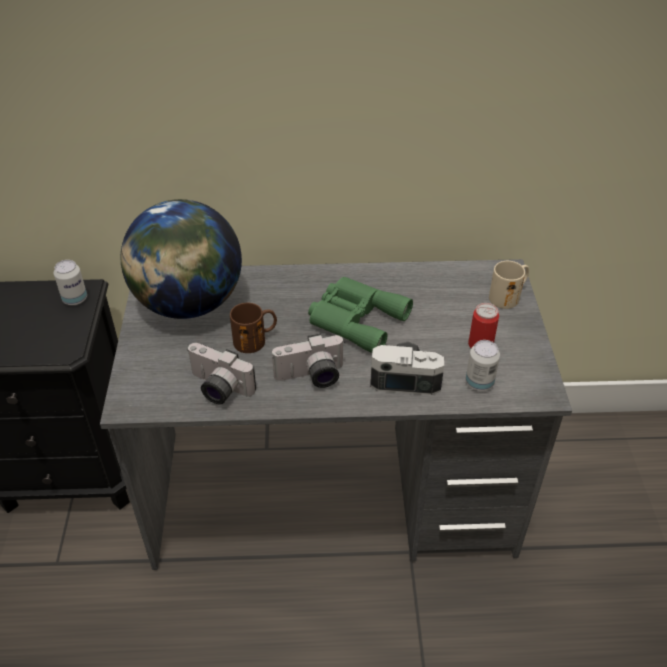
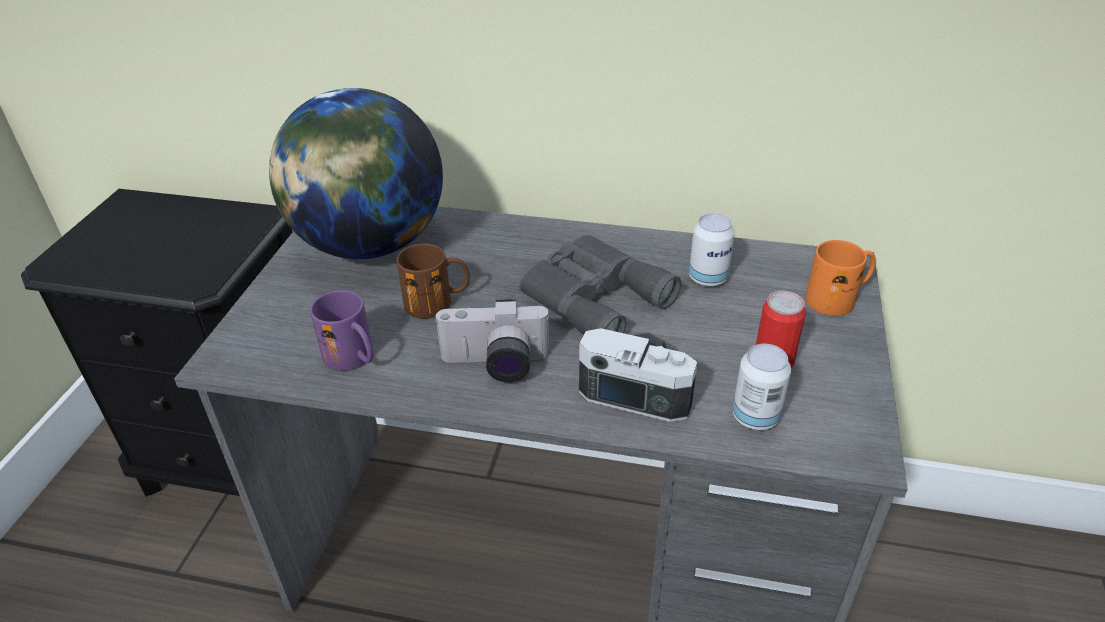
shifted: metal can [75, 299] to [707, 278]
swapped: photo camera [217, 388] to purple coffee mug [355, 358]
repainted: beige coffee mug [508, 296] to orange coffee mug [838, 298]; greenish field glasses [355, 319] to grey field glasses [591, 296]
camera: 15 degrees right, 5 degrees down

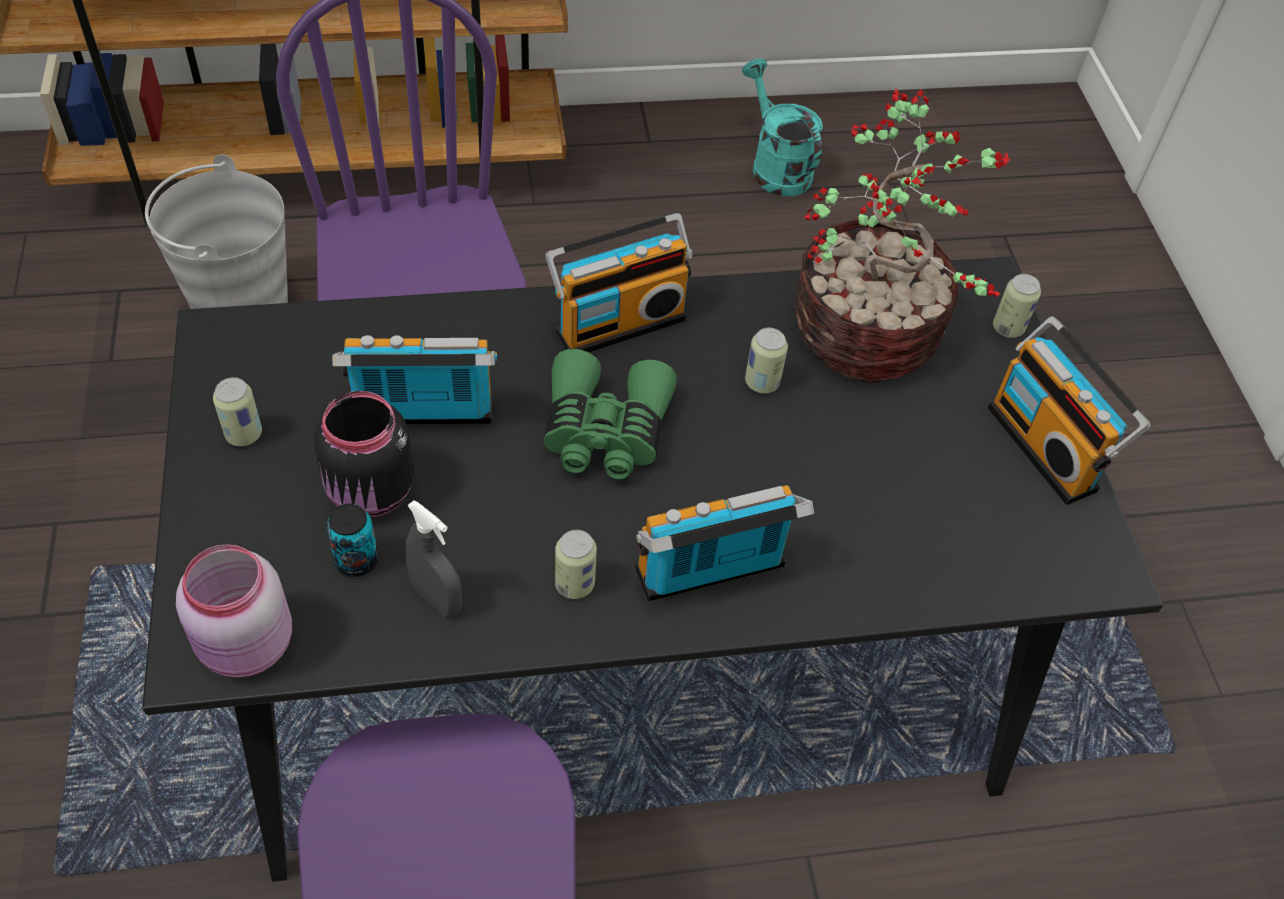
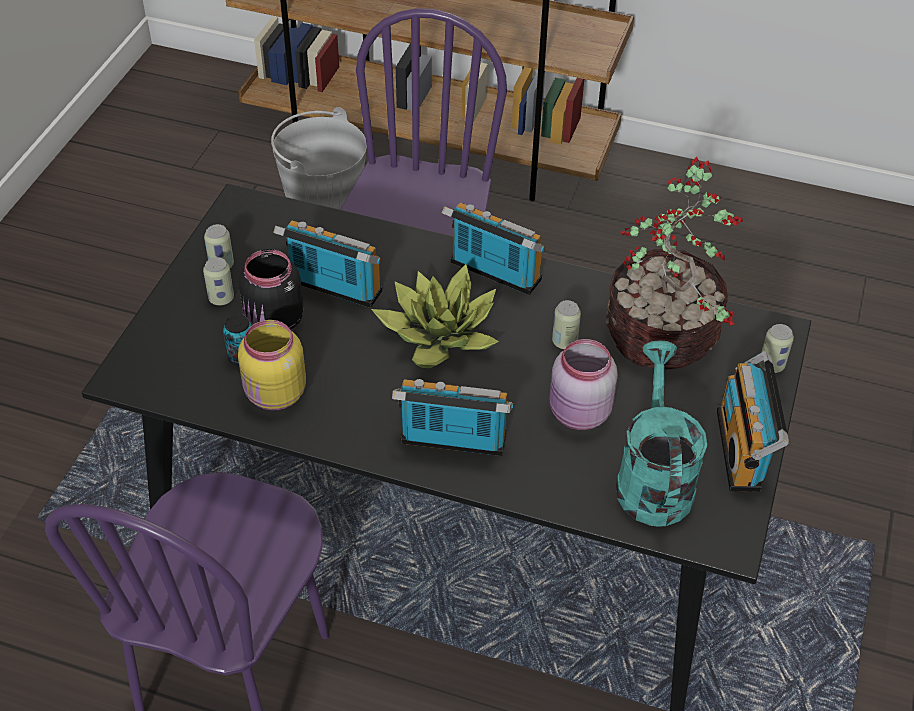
shifted: turquoise-coloured watering can [775, 166] to [652, 477]; metal can [574, 584] to [221, 298]; pink-coloured storage jar [246, 647] to [578, 414]
swapped: greenish field glasses [605, 431] to potted plant [439, 336]; grey sprayer [437, 599] to yellow storage jar [275, 395]
rotated: radio set [618, 322] = [492, 274] 150 degrees counterclockwise
camera: 30 degrees right, 5 degrees down

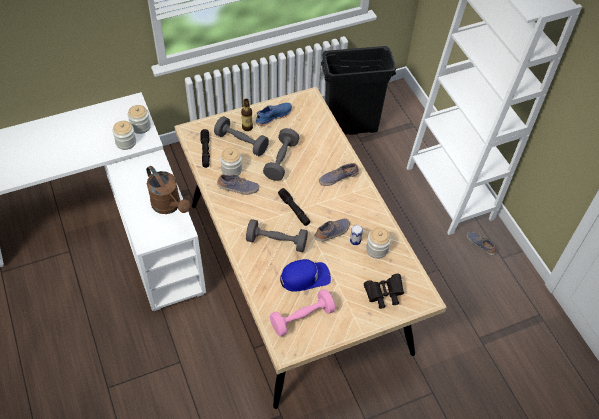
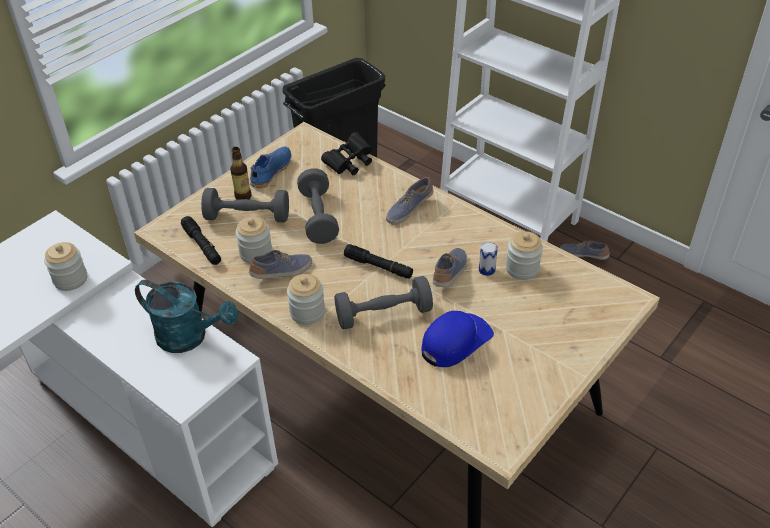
gone: pink-coloured free weight [302, 318]
shifted: storage jar [140, 126] to [307, 312]; black field glasses [384, 295] to [350, 163]
repainted: brownish watering can [169, 206] to turquoise-coloured watering can [190, 337]
camera: 25 degrees left, 10 degrees down

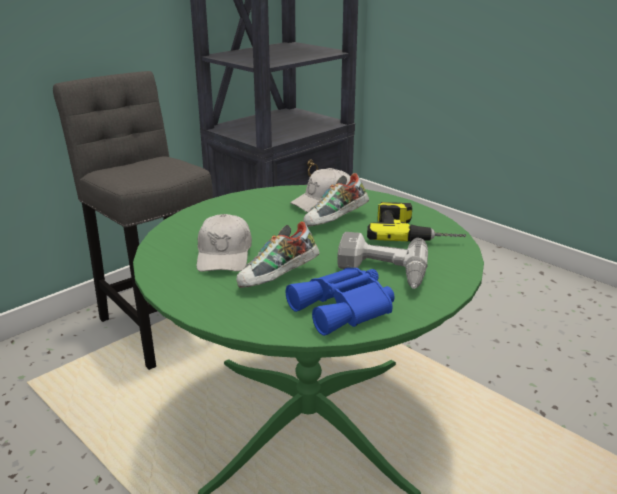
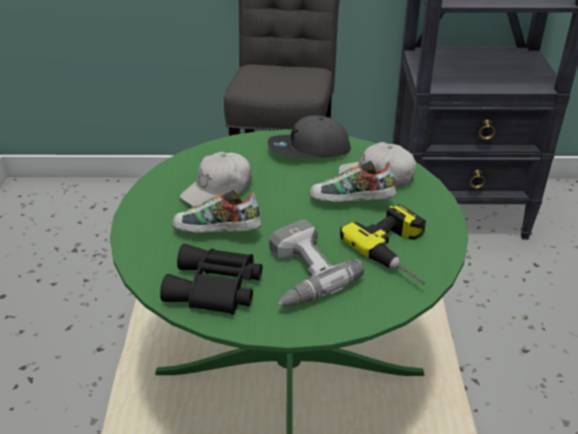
new: grey baseball cap [308, 150]
repainted: bluish field glasses [344, 309] to black field glasses [215, 289]
camera: 45 degrees right, 10 degrees up

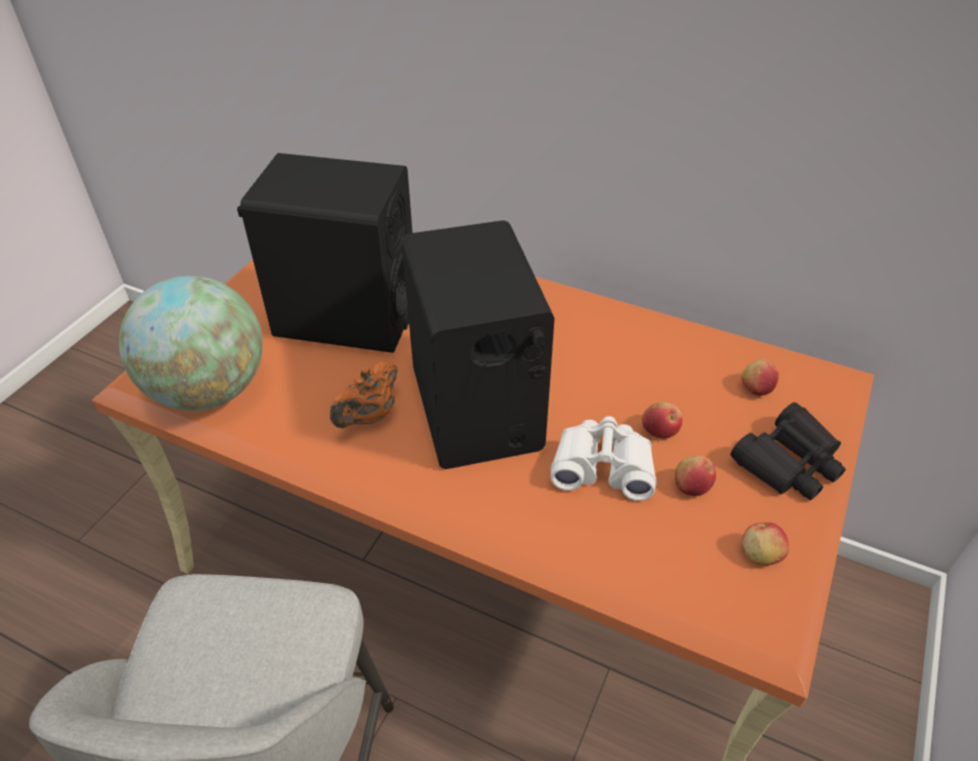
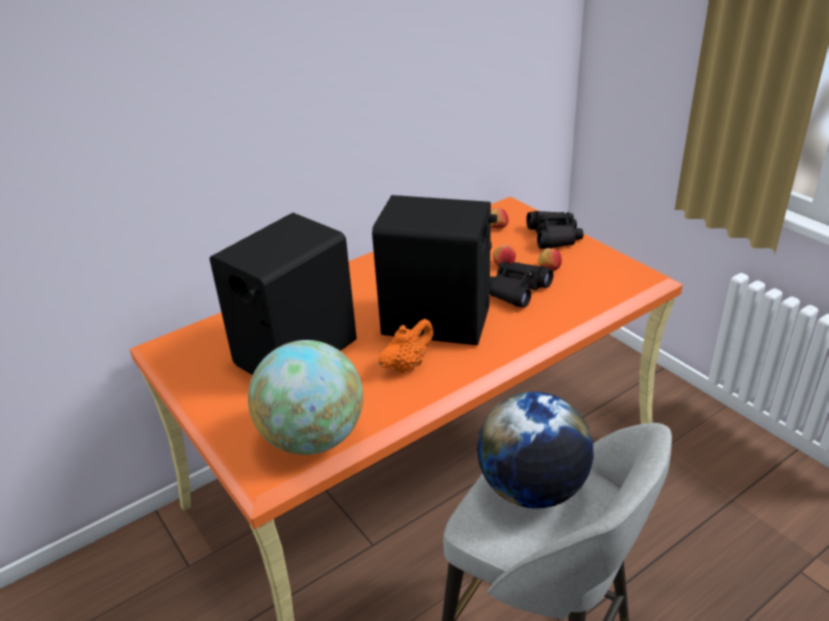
gone: whole apple [760, 554]
new: world globe [532, 489]
repainted: white-coloured field glasses [603, 467] to black field glasses [517, 290]
rotated: orange teapot [369, 416] = [406, 365] 105 degrees counterclockwise
camera: 60 degrees left, 10 degrees down

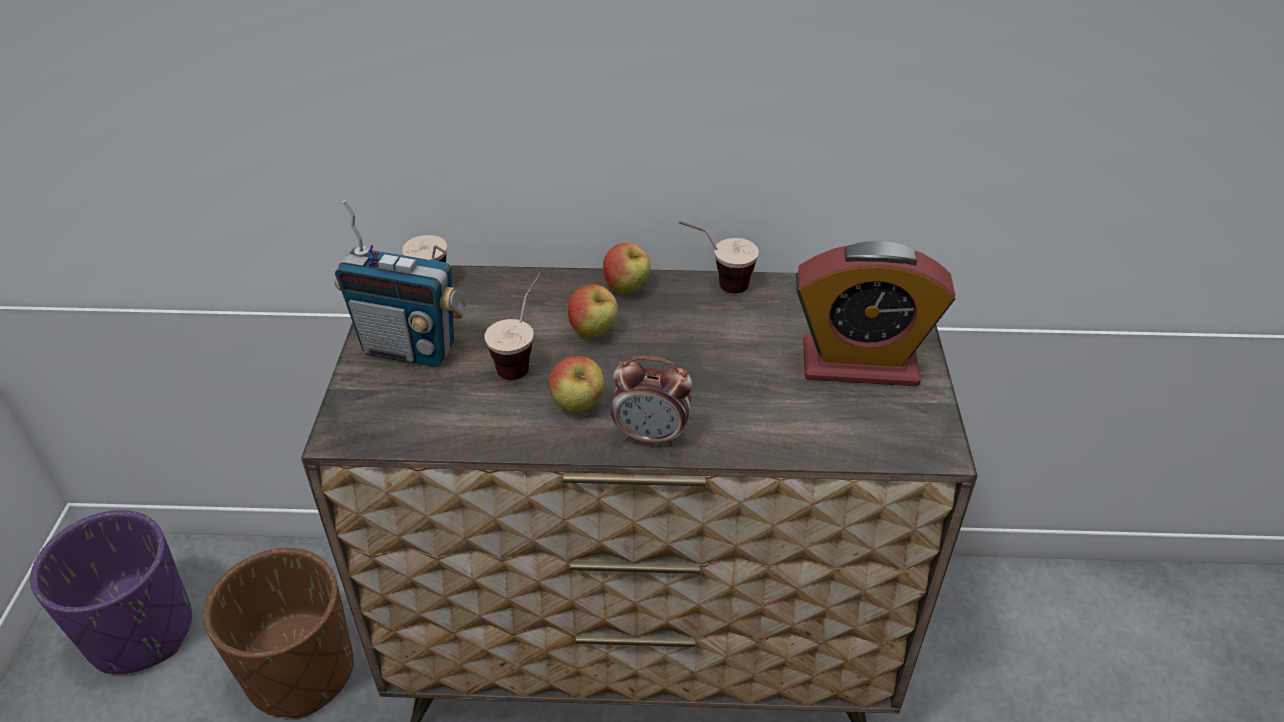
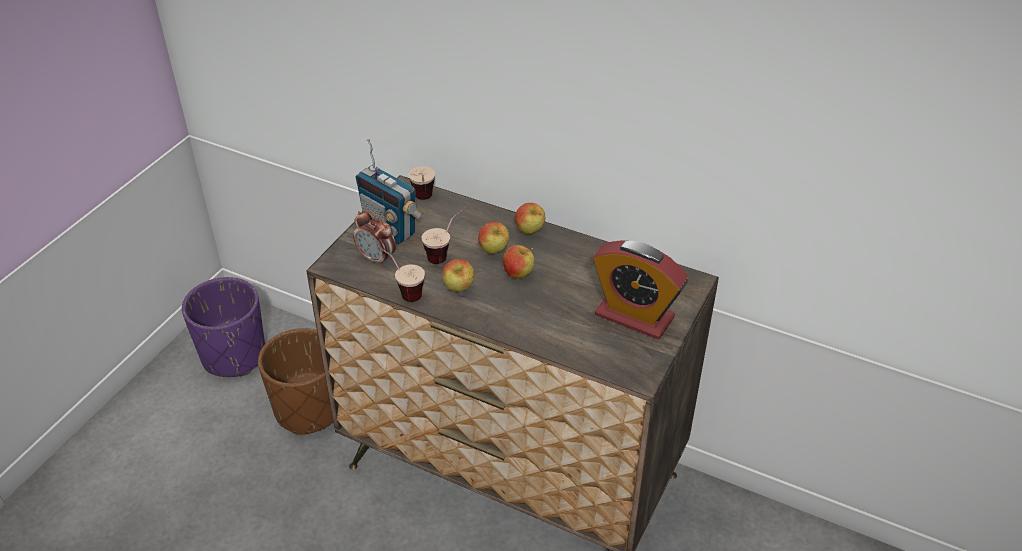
new: whole apple [518, 274]
shifted: drinking cup [715, 284] to [402, 291]; bedside clock [651, 436] to [376, 259]
camera: 25 degrees right, 0 degrees up

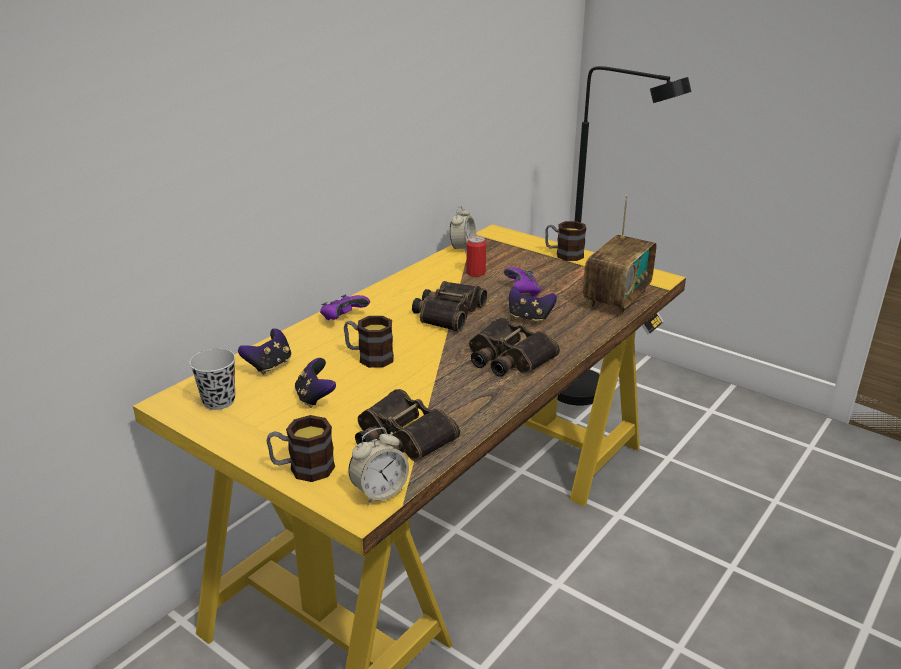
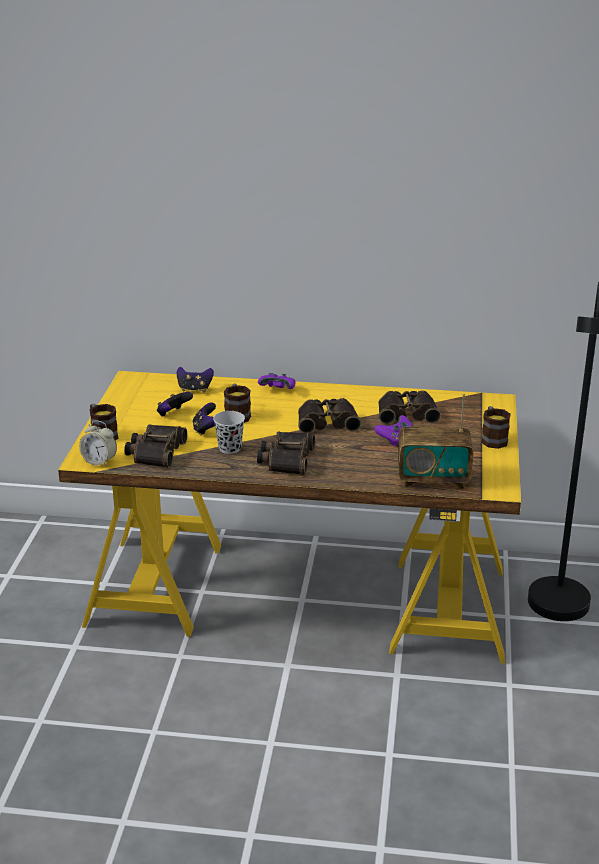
gone: bedside clock [462, 248]
shifted: joypad [529, 318] to [205, 430]; black drinking cup [219, 401] to [230, 448]
swapped: metal can [475, 273] to field glasses [407, 413]
camera: 60 degrees right, 0 degrees up

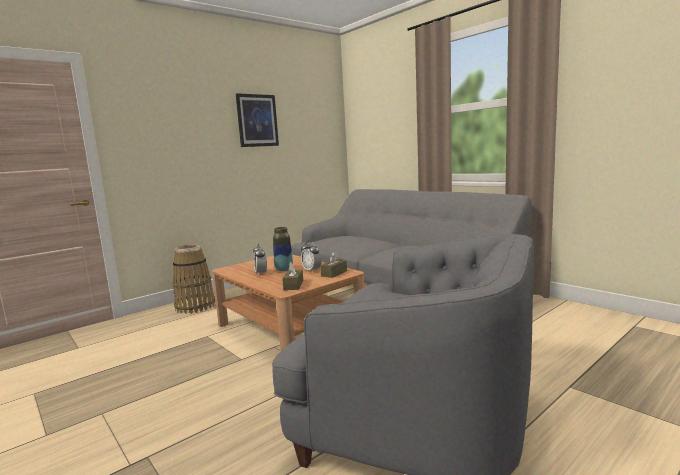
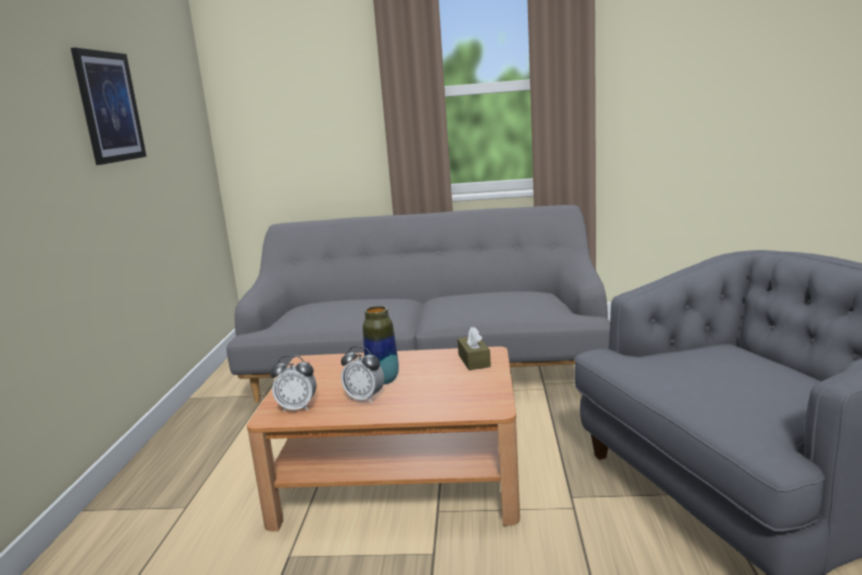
gone: household basket [195, 306]; brownish box of tissues [293, 285]
shifted: bedside clock [312, 270] to [297, 408]
camera: 45 degrees left, 5 degrees up

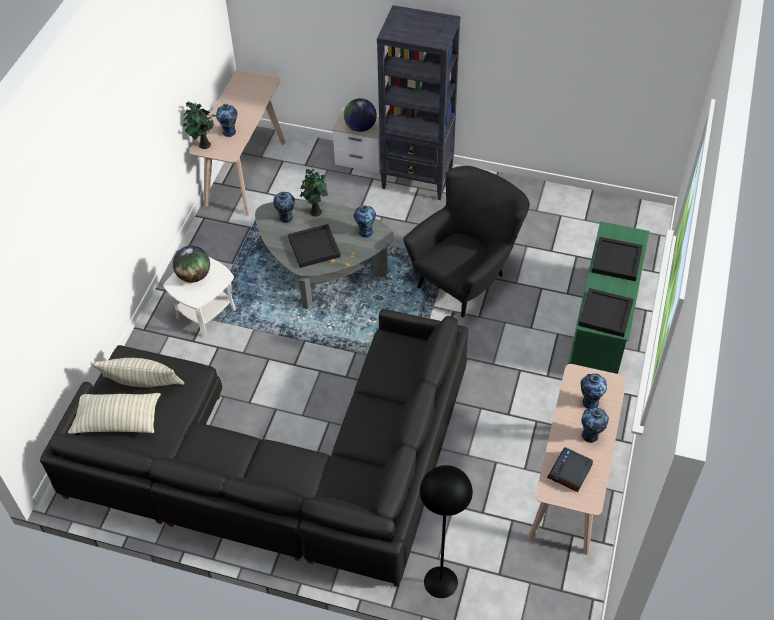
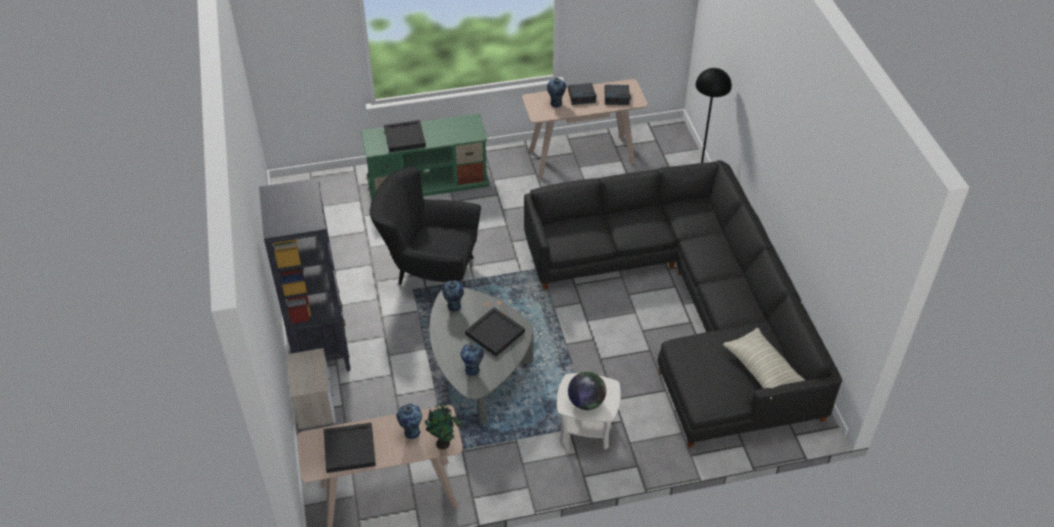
gone: world globe [360, 127]; potted plant [315, 211]; pillow [142, 385]
shifted: black carrying tray [606, 314] to [350, 448]
swapped: decorative vase [591, 435] to bedside clock [582, 96]
camera: 120 degrees left, 5 degrees down

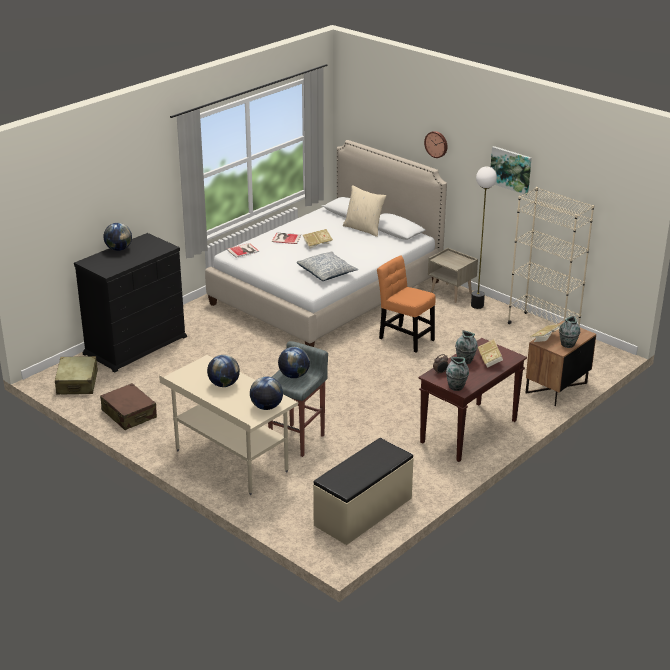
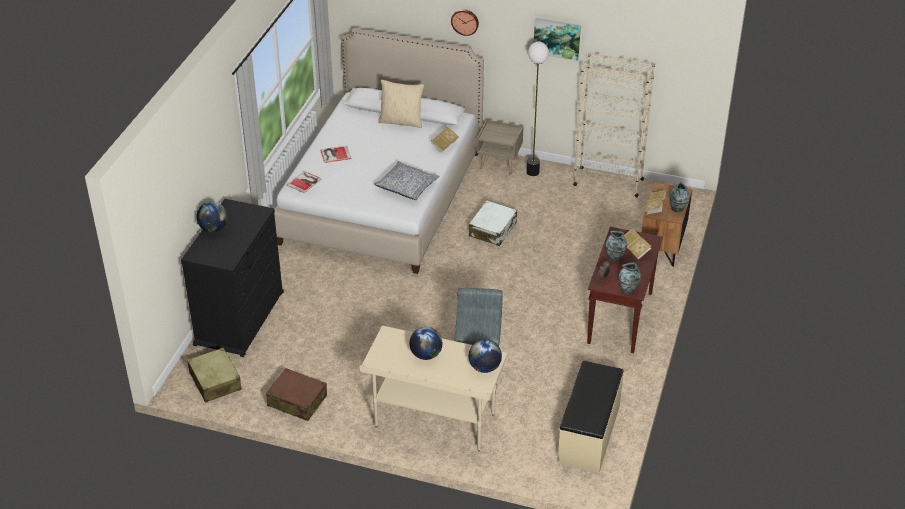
gone: world globe [294, 375]
shifted: volume [317, 244] to [444, 145]
swapped: orange upright chair [404, 338] to white-coloured travel case [493, 229]
camera: 25 degrees left, 10 degrees up

